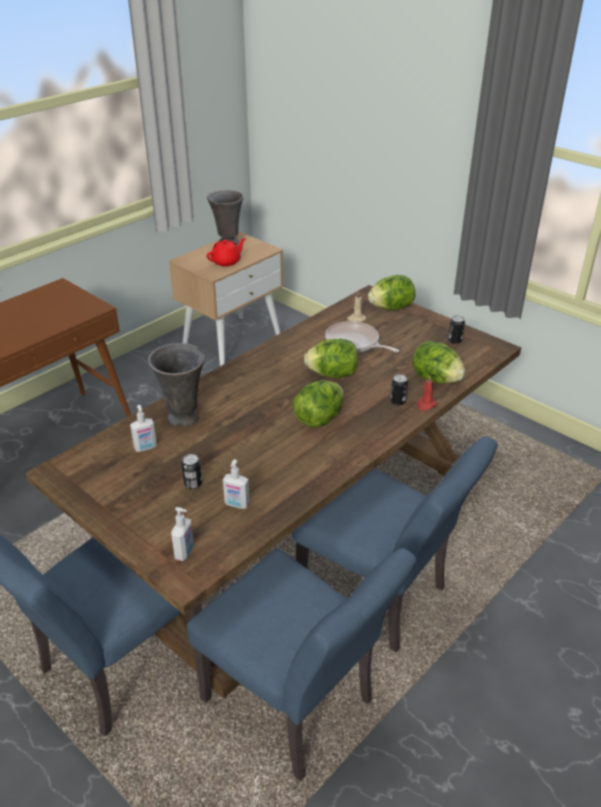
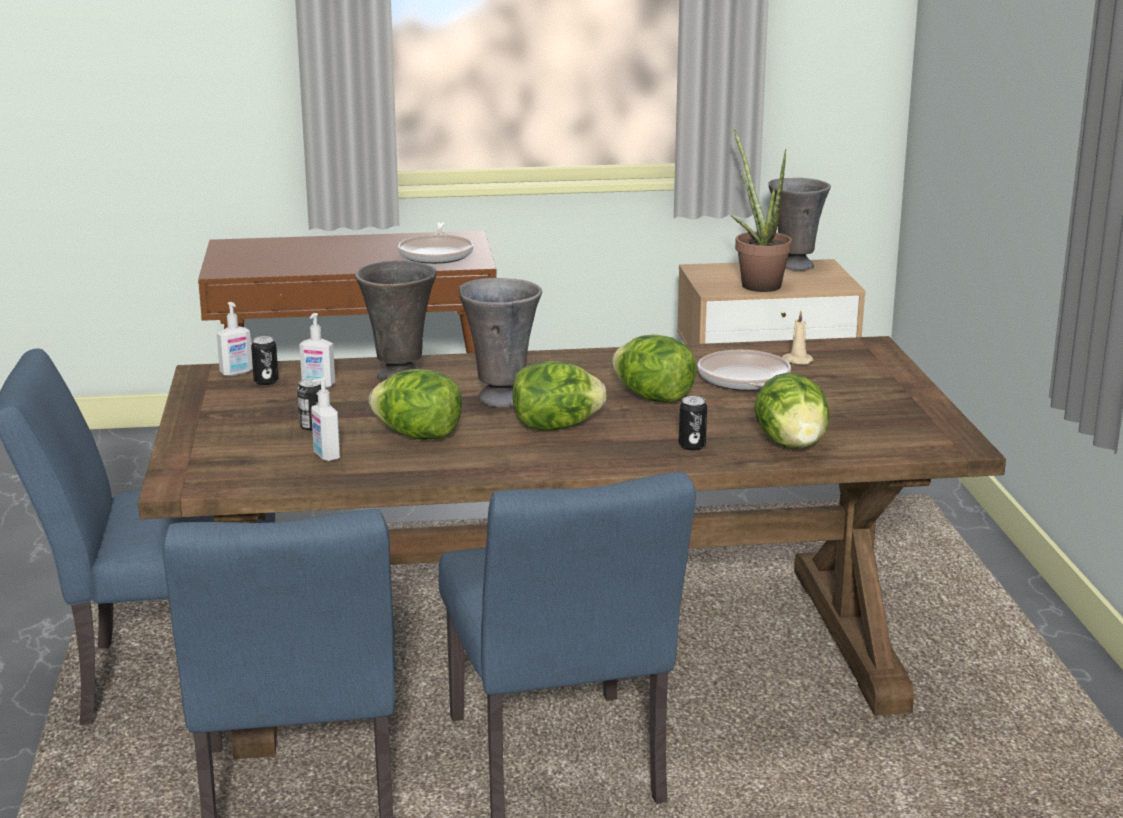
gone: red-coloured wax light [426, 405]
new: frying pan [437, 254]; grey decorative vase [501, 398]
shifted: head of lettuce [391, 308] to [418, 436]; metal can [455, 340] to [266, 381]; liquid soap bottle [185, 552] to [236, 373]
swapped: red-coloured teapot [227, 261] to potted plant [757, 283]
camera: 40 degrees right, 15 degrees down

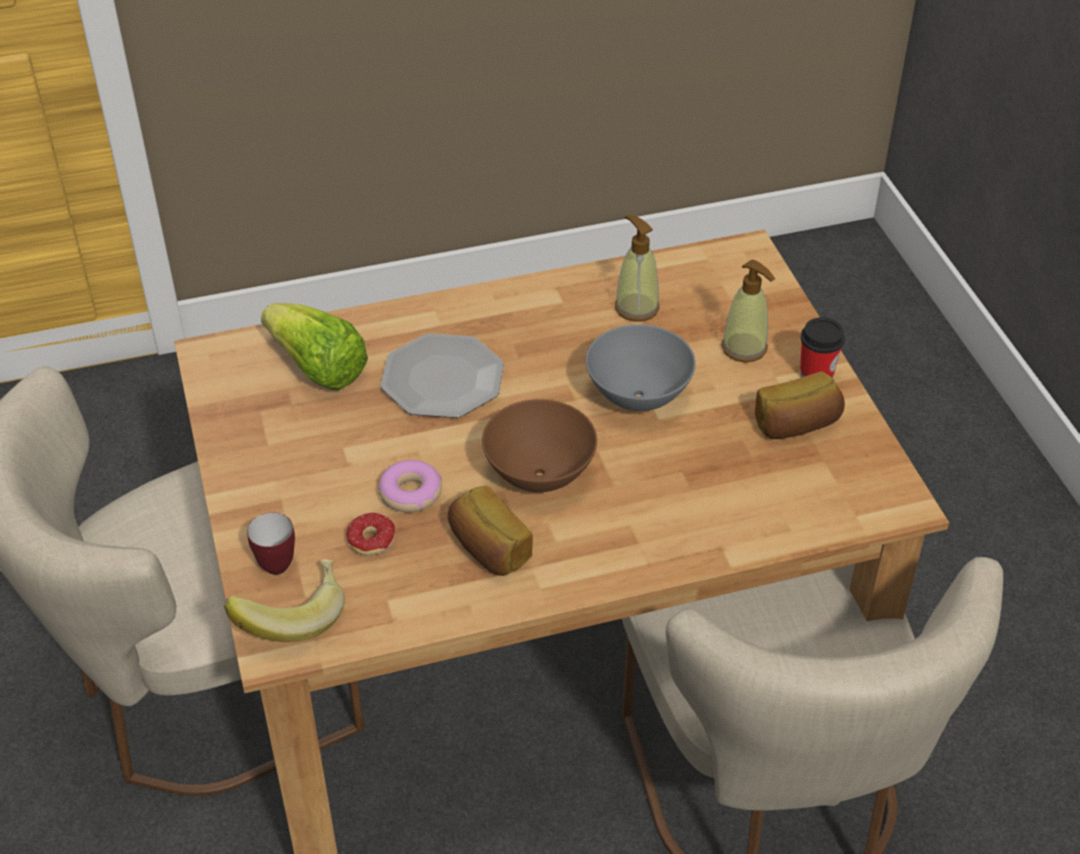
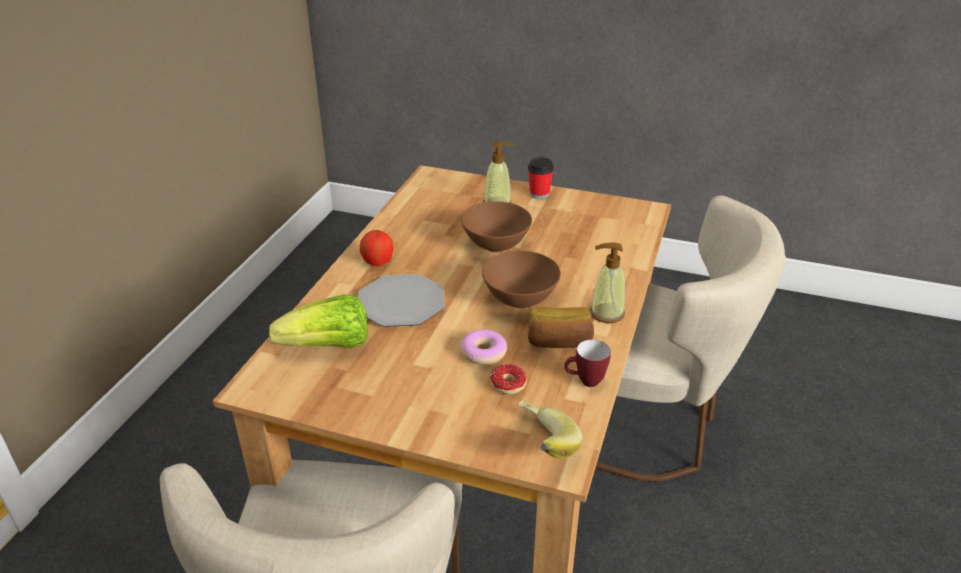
gone: bakery bread [797, 424]
new: whole apple [378, 262]
shifted: liquid soap bottle [636, 307] to [606, 313]; coffee mug [272, 562] to [585, 382]
repainted: grey serving bowl [637, 397] to brownish serving bowl [495, 247]
camera: 55 degrees left, 10 degrees down

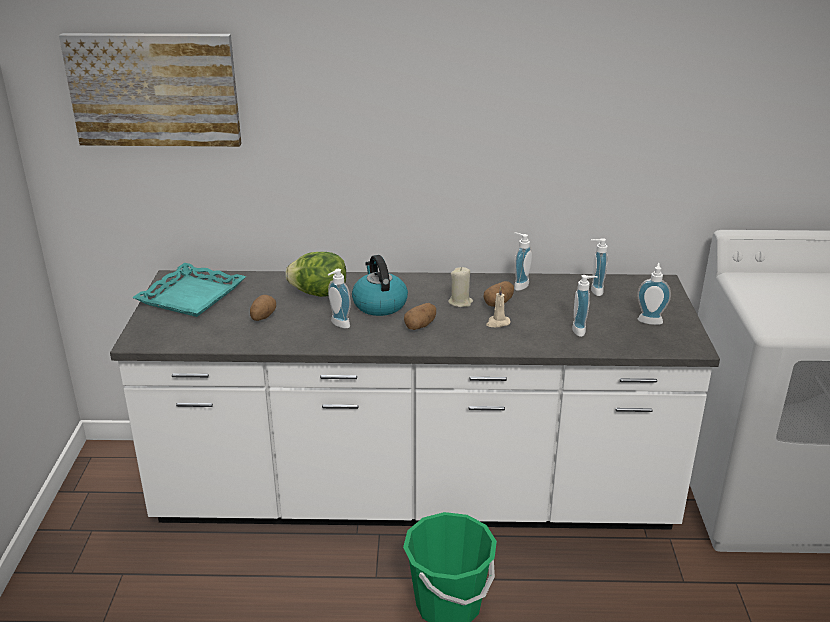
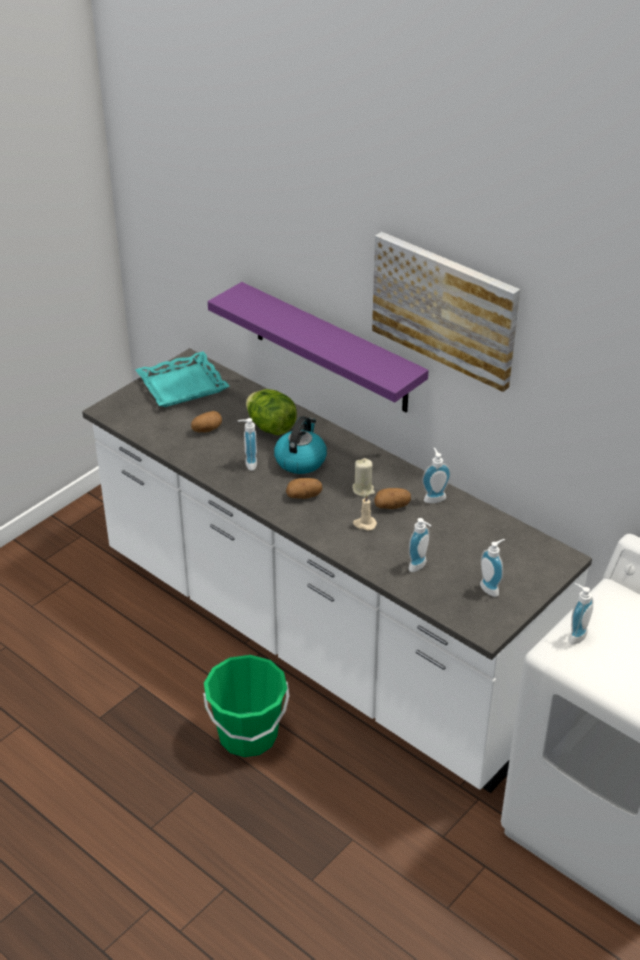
new: purple wall shelf [330, 348]
shifted: picture [154, 89] to [445, 308]; liquid soap bottle [594, 290] to [575, 635]
camera: 40 degrees right, 10 degrees up

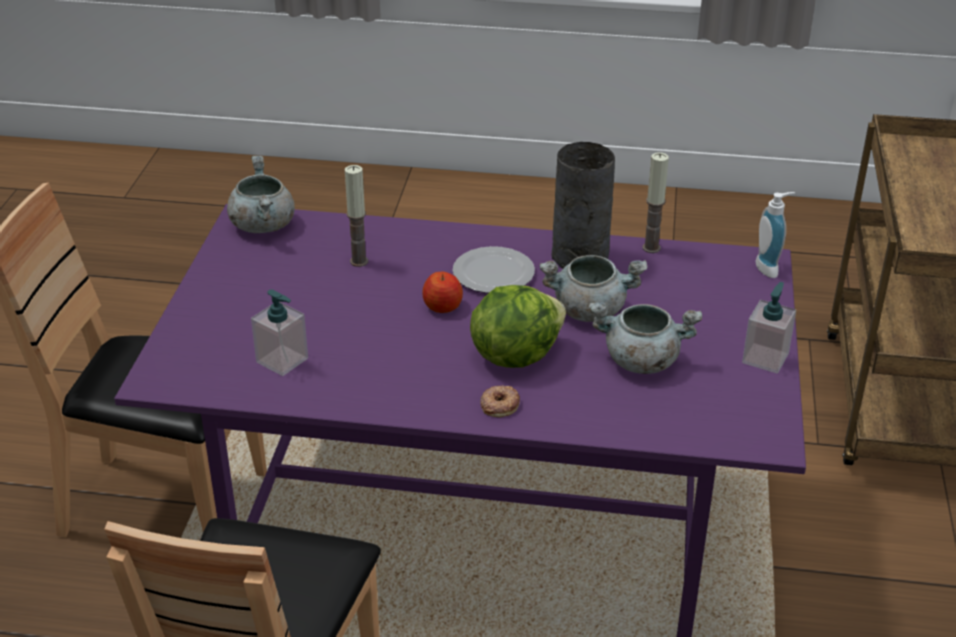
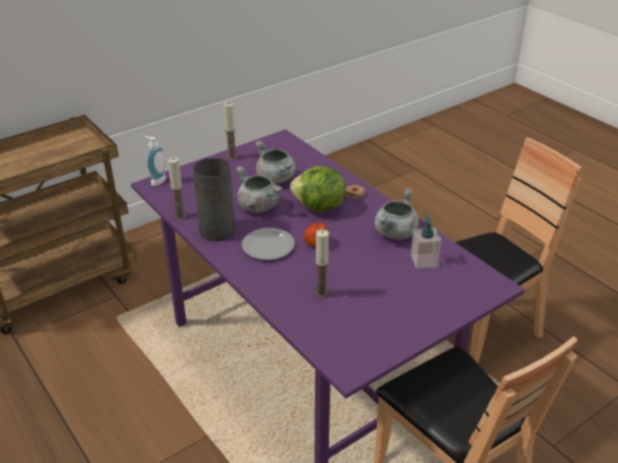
shifted: grey stockpot [262, 225] to [395, 233]
swapped: liquid soap bottle [765, 358] to wax light [232, 156]
camera: 135 degrees left, 0 degrees up

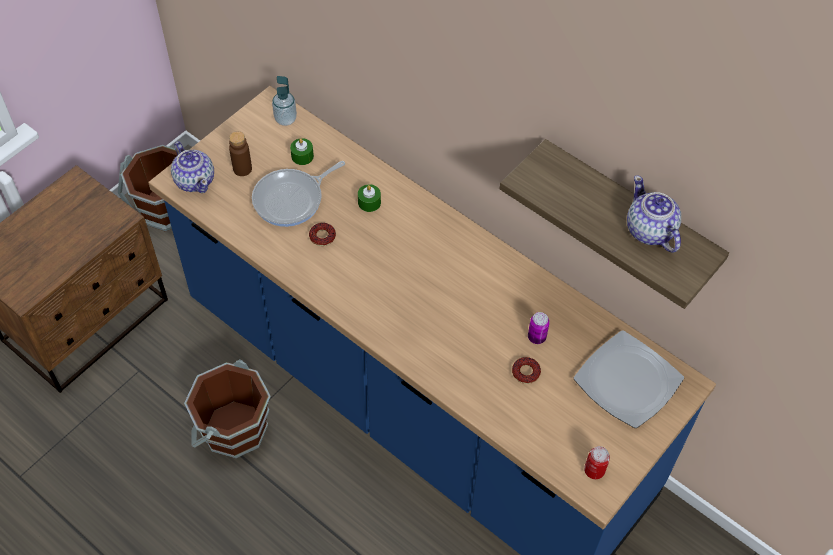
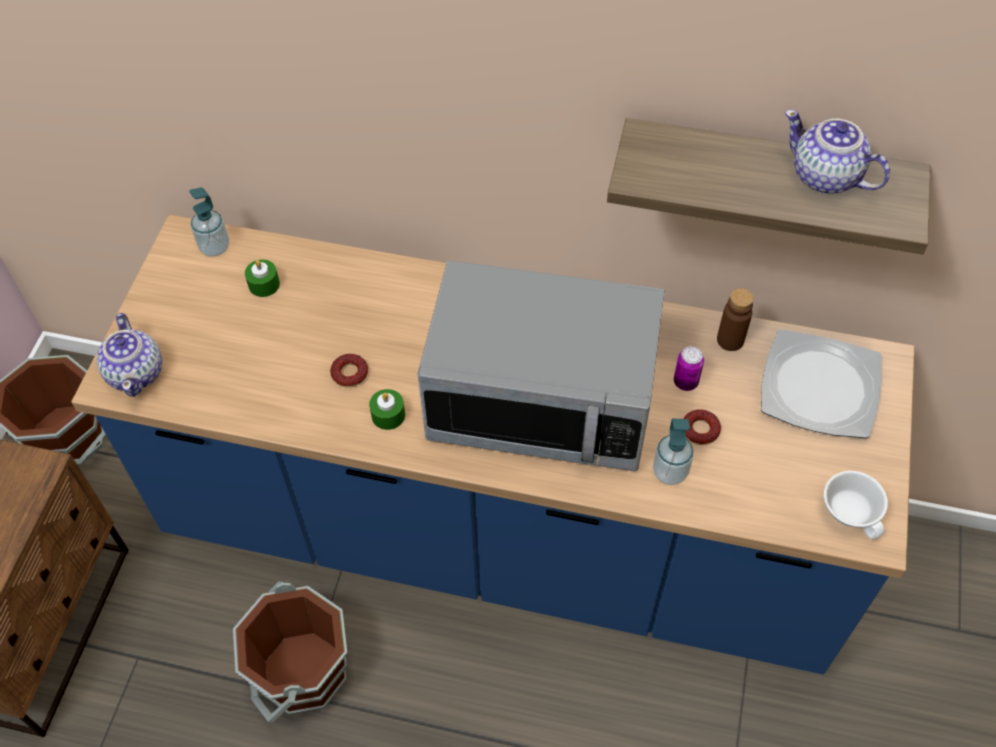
gone: frying pan [292, 199]
new: microwave oven [541, 400]; liquid soap bottle [670, 472]
shifted: brownish drink bottle [242, 169] to [730, 340]; greenish wax light [369, 202] to [388, 415]
swapped: metal can [594, 470] to white-coloured drinking cup [852, 511]
rotated: teapot [195, 180] = [136, 372] 45 degrees clockwise
camera: 25 degrees left, 0 degrees up

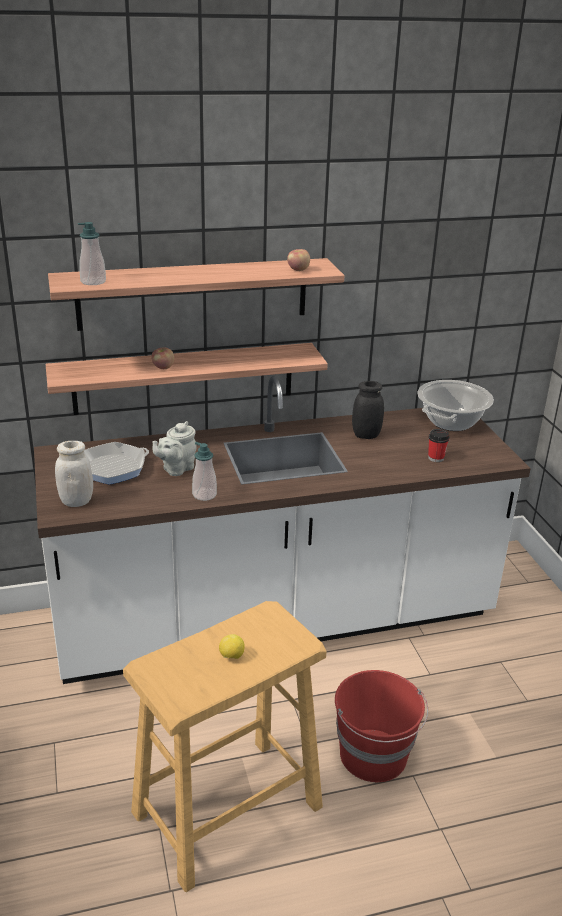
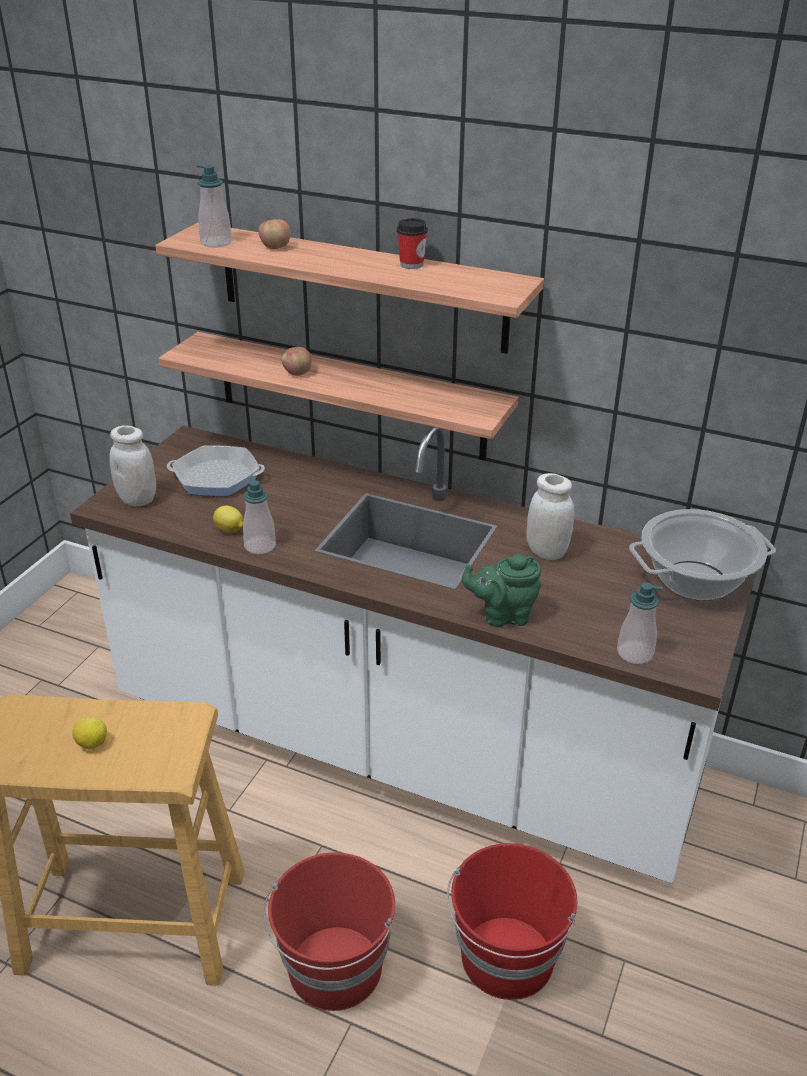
gone: grey teapot [176, 469]
new: citrus fruit [230, 530]; greenish teapot [503, 615]; liquid soap bottle [635, 653]; red-coloured water bucket [507, 959]
shifted: whole apple [298, 270] to [275, 247]; drinking cup [436, 458] to [411, 264]
repainted: black storage jar [366, 435] to white-coloured storage jar [547, 552]
camera: 40 degrees right, 5 degrees up

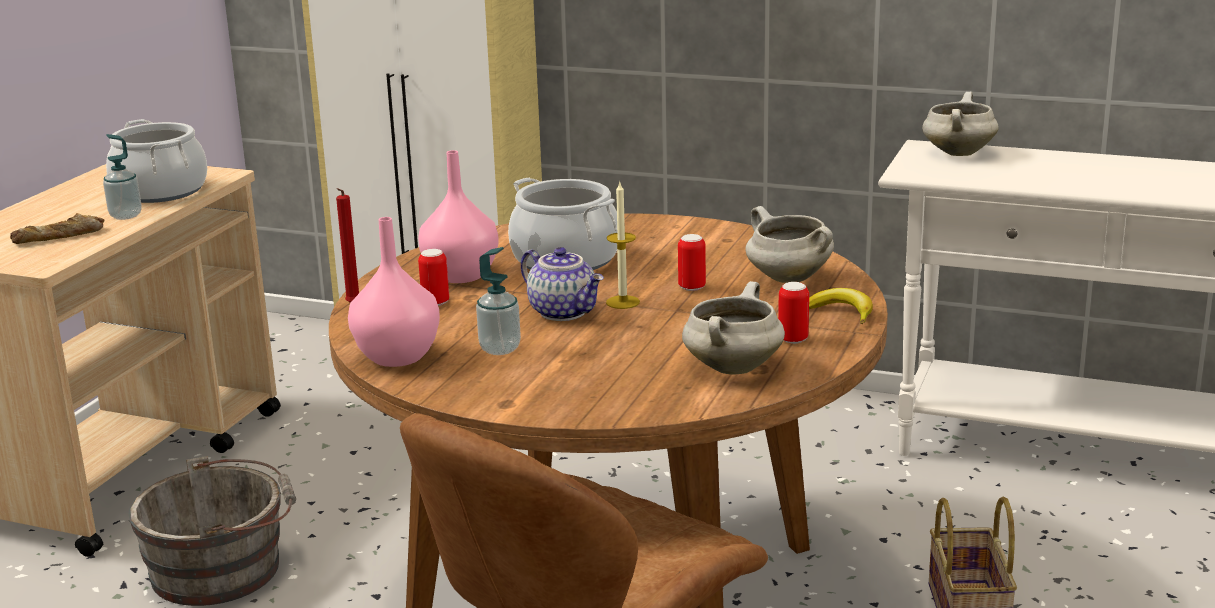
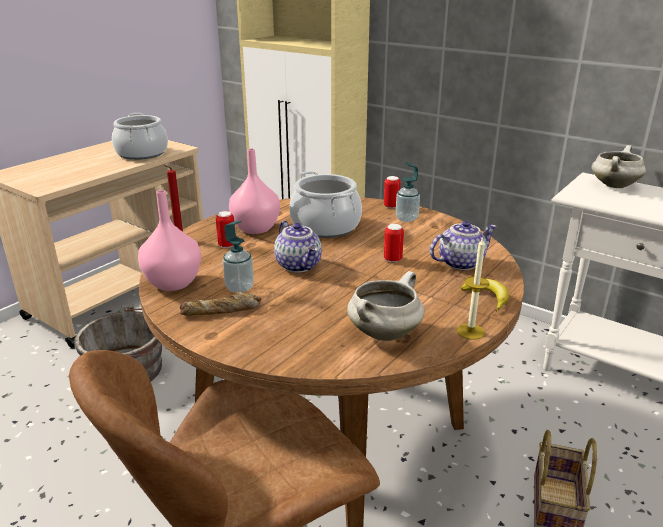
shifted: liquid soap bottle [126, 216] to [406, 219]; wax light [623, 302] to [470, 331]; bakery bread [59, 237] to [221, 310]; metal can [793, 339] to [391, 206]
swapped: white-coloured stockpot [787, 278] to teapot [460, 262]
camera: 15 degrees right, 5 degrees up

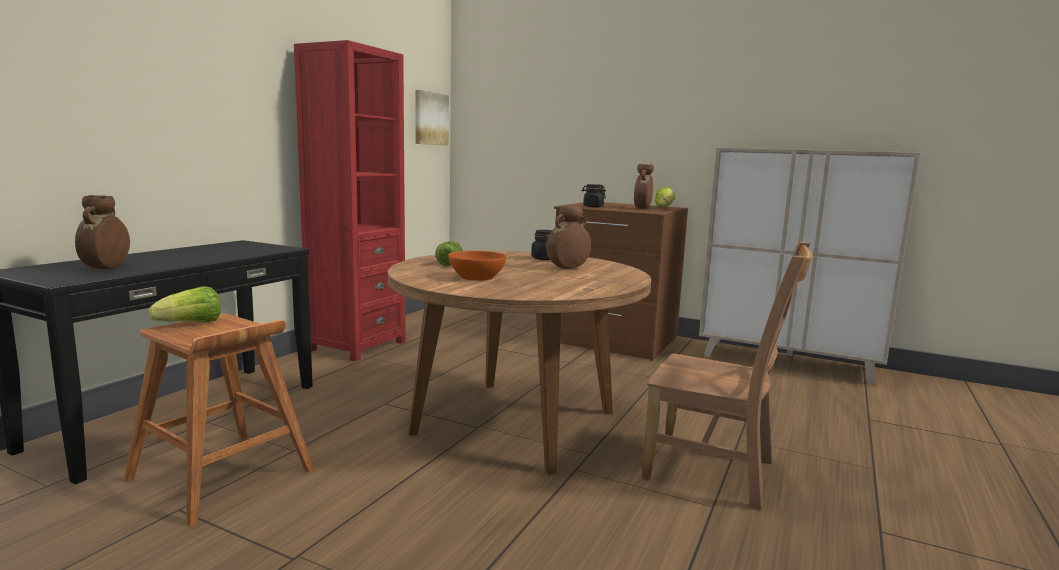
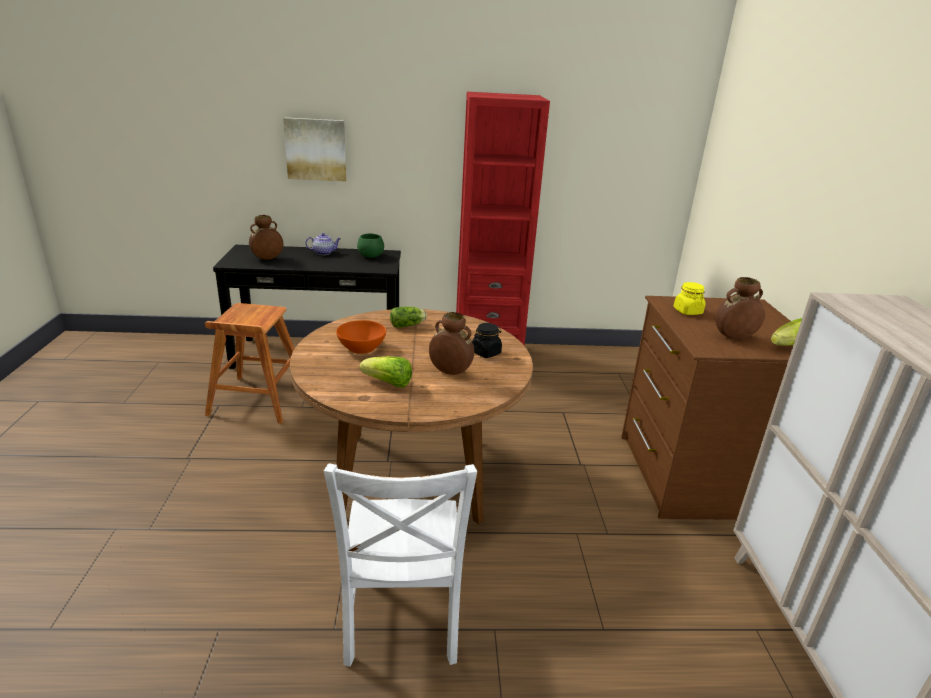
new: teapot [324, 253]; greenish serving bowl [371, 256]
shifted: picture [430, 118] to [316, 149]; head of lettuce [191, 324] to [388, 383]
repainted: black storage jar [593, 206] to yellow storage jar [687, 311]; brownish upright chair [715, 472] to white-coloured upright chair [401, 620]
camera: 60 degrees right, 15 degrees up

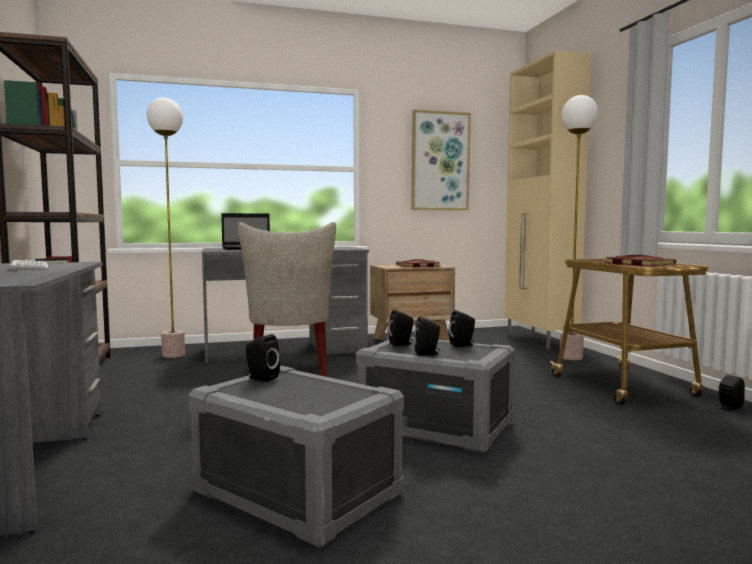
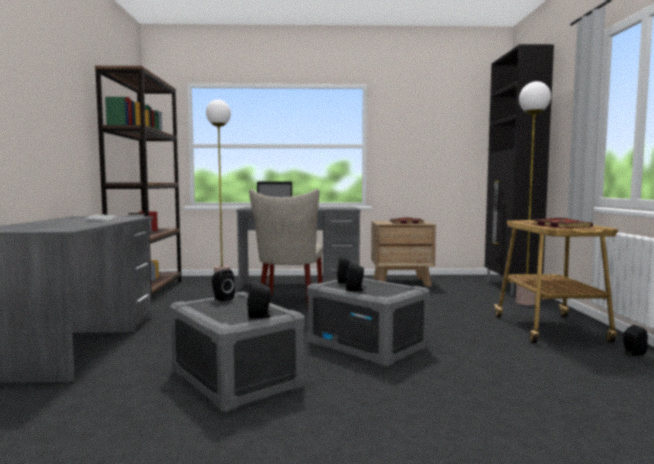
gone: picture [440, 161]
shifted: black loudspeaker [463, 345] to [261, 316]
repainted: beige cupboard [540, 341] to black cupboard [511, 288]
camera: 15 degrees right, 0 degrees up

